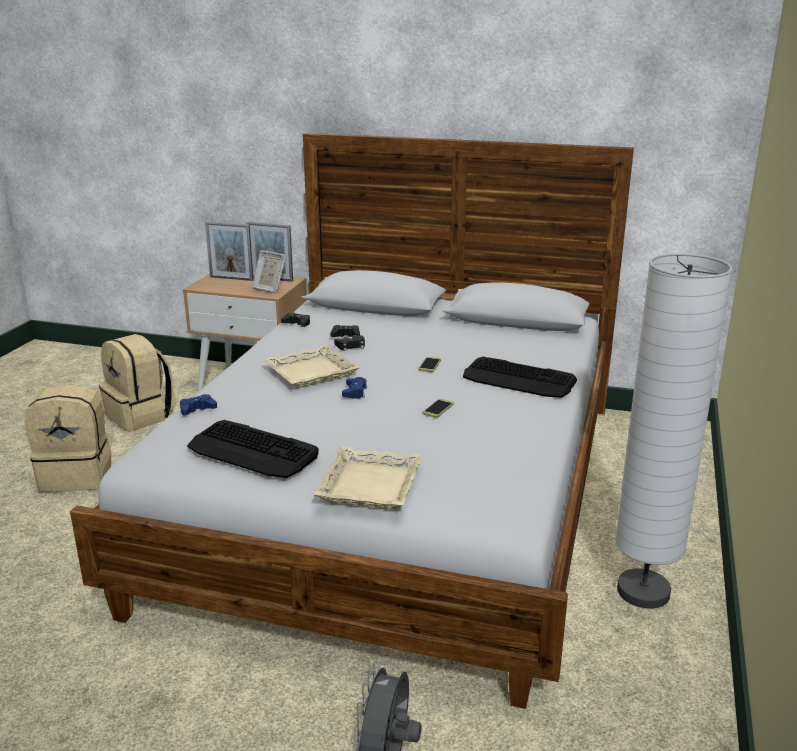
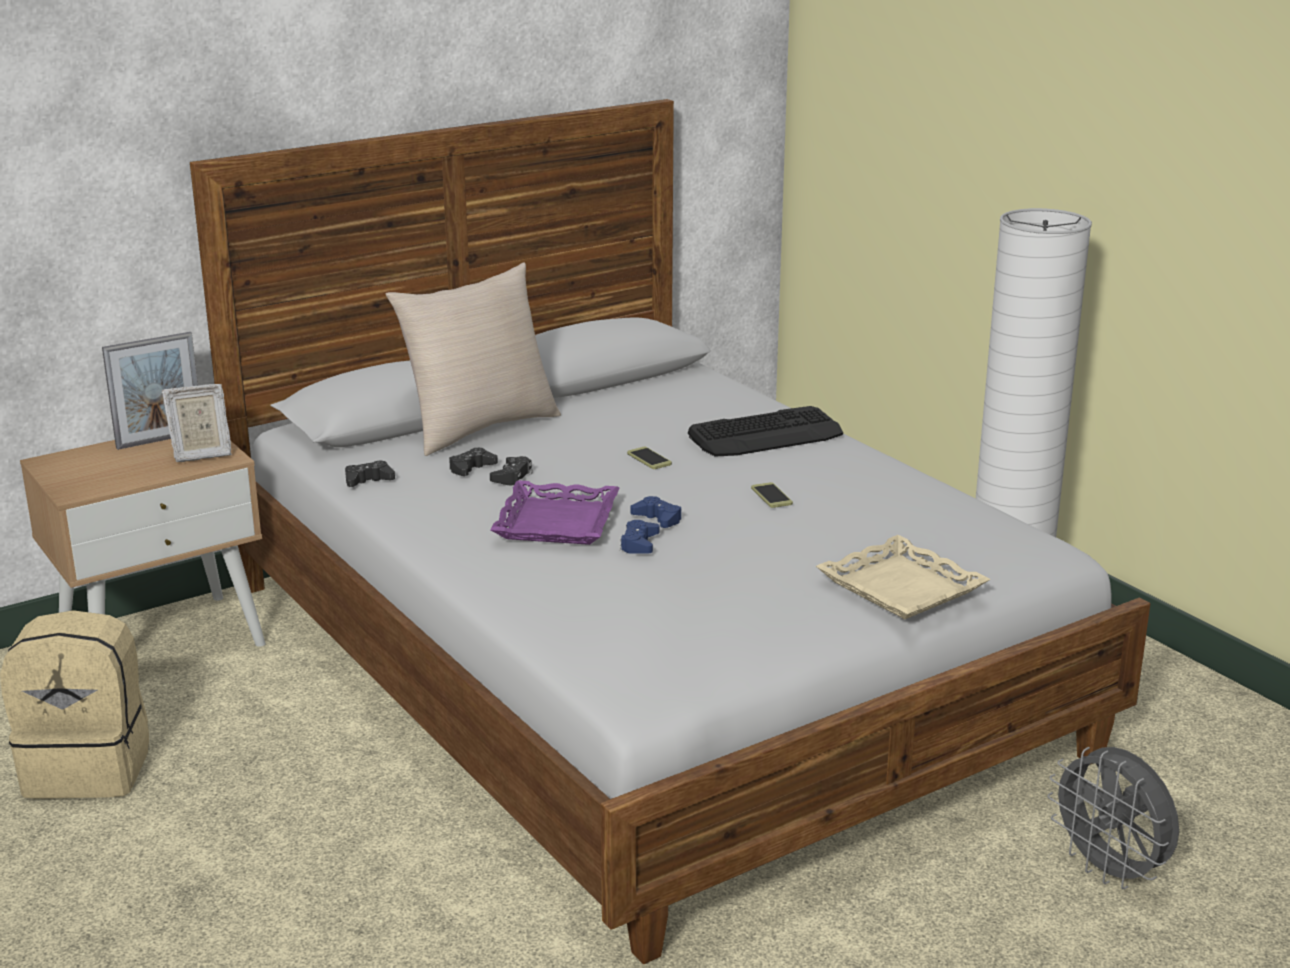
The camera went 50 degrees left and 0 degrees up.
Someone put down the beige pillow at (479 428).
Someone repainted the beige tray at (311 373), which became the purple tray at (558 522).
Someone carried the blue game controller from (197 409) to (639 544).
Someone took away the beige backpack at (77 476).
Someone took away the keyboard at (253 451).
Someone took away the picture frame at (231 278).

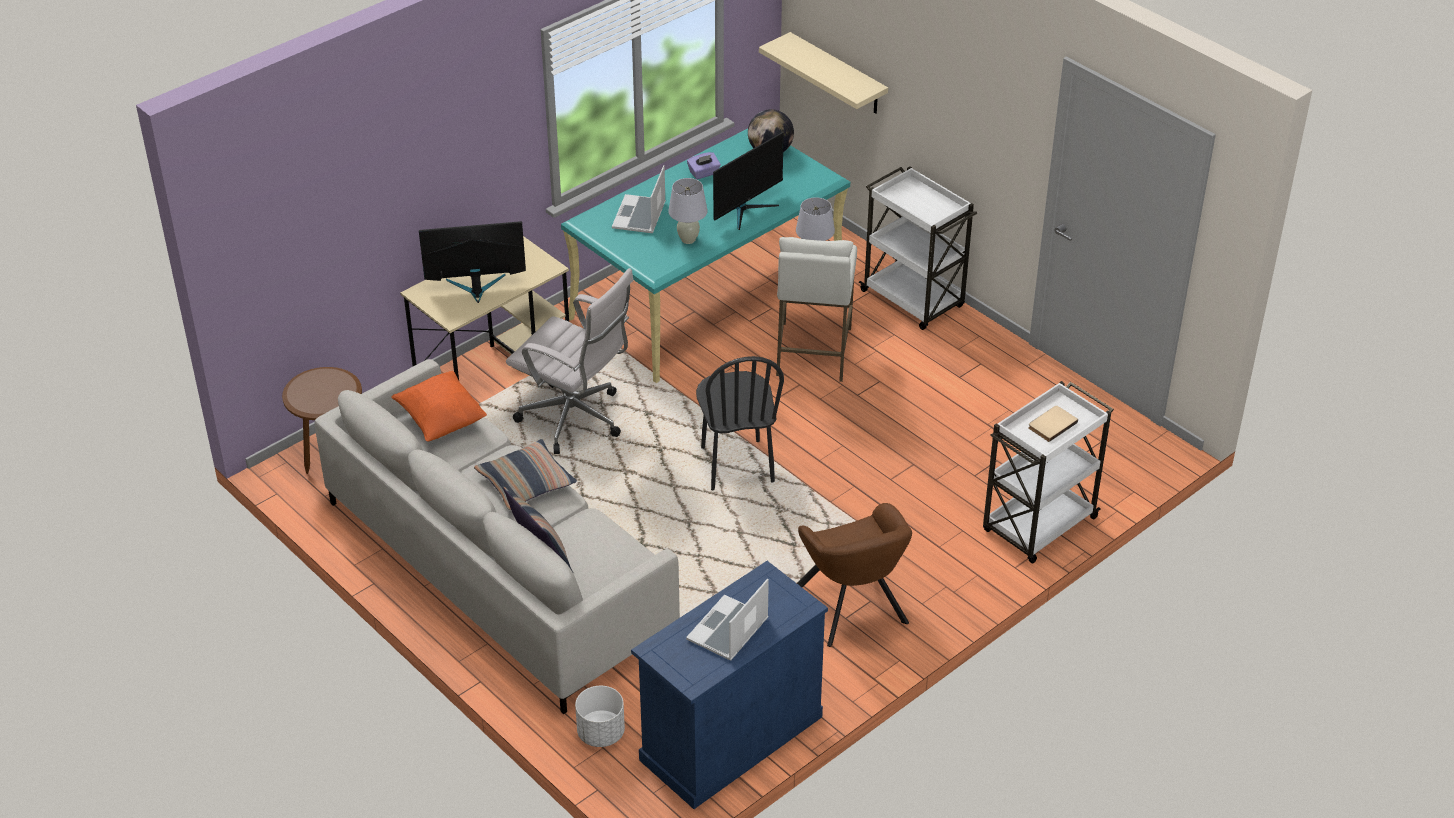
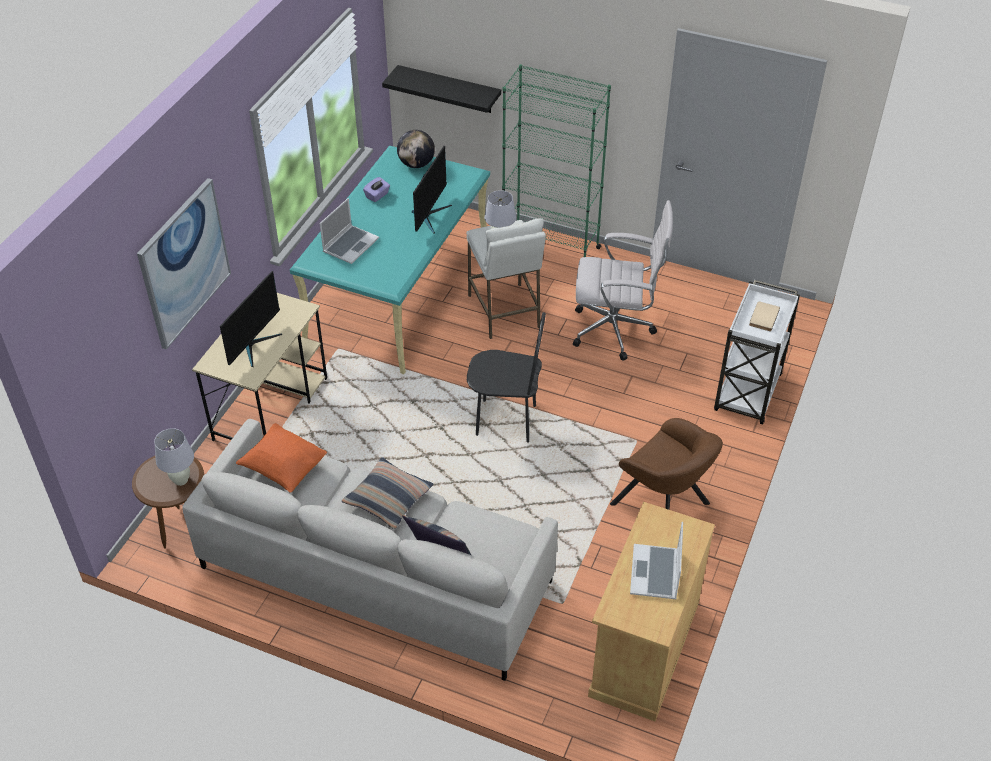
The camera went 25 degrees left and 5 degrees up.
Someone put up the picture at (184 263).
Someone carried the white table lamp from (688 240) to (181 480).
Someone rotated the monitor at (476 287) by 150 degrees clockwise.
Someone rotated the laptop at (640 216) by 135 degrees counterclockwise.
Someone repainted the beige shelf at (837 74), which became the black shelf at (449 89).
Someone rotated the black chair at (736 465) by 45 degrees counterclockwise.
Someone swapped the white cart at (913 300) for the green bookcase at (550 248).
Someone carried the white office chair from (576 420) to (616 331).
Someone repainted the blue cabinet at (730 738), which became the beige cabinet at (644 648).
Someone took away the white planter at (600 733).

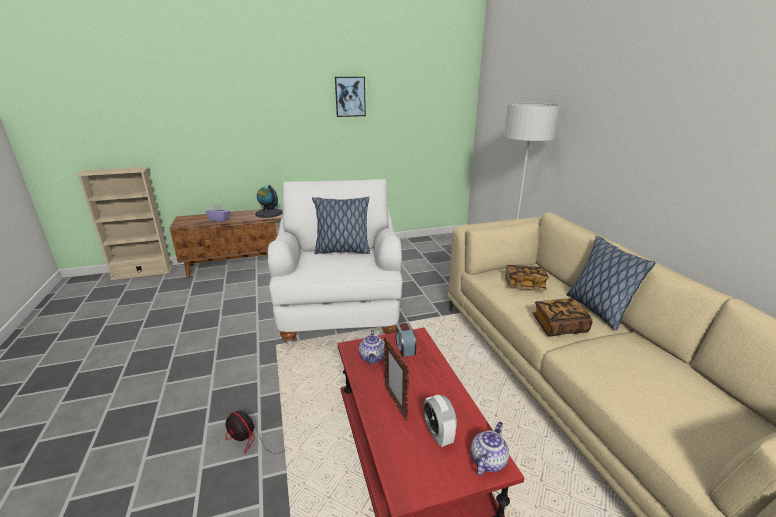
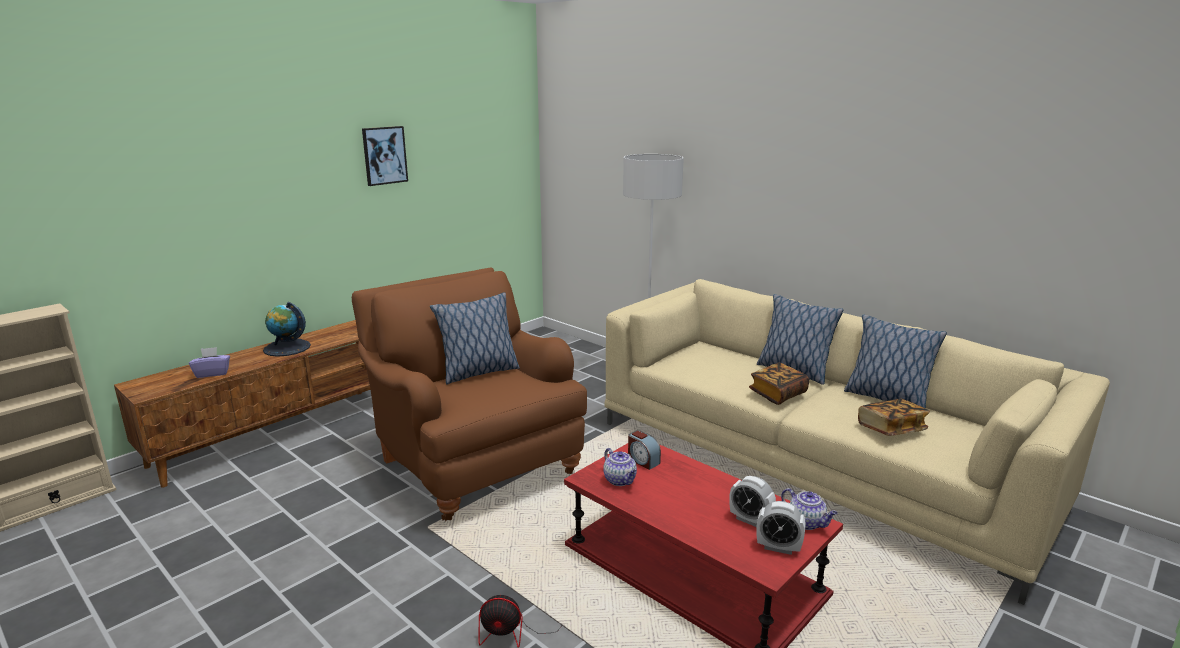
The camera went 30 degrees left and 5 degrees down.
Someone repainted the white armchair at (340 311), which became the brown armchair at (474 462).
Someone put down the alarm clock at (778 547).
Someone rotated the teapot at (488 460) by 135 degrees clockwise.
Someone put down the pillow at (886 399).
Someone carried the book from (524 285) to (891 429).
Someone took away the picture frame at (395 403).

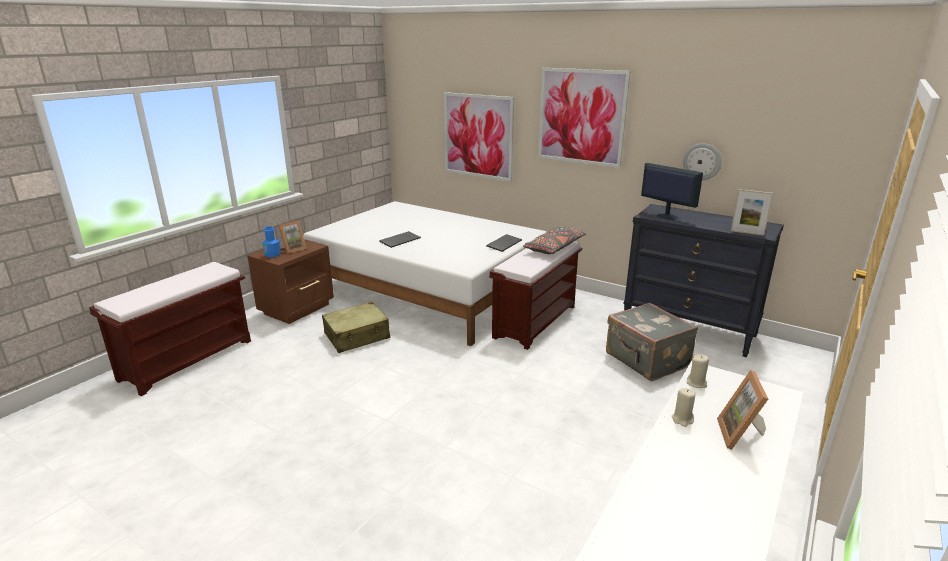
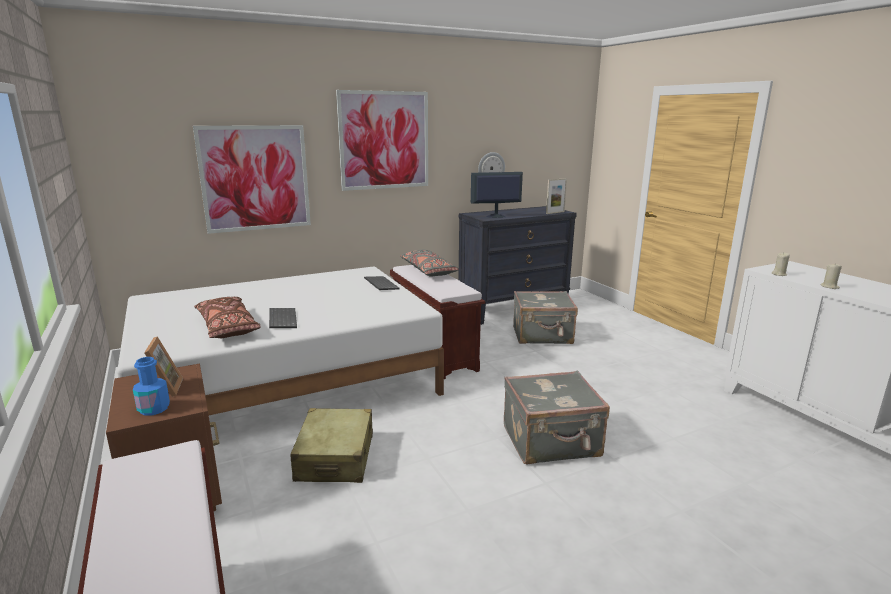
The camera went 60 degrees left and 5 degrees down.
Someone put down the brown pillow at (227 327).
Someone put down the grey suitcase at (552 442).
Someone took away the picture frame at (742 436).

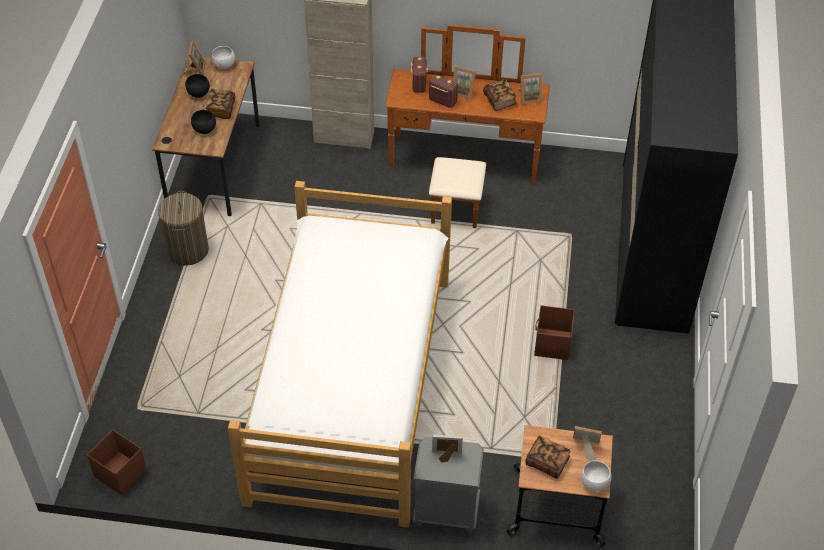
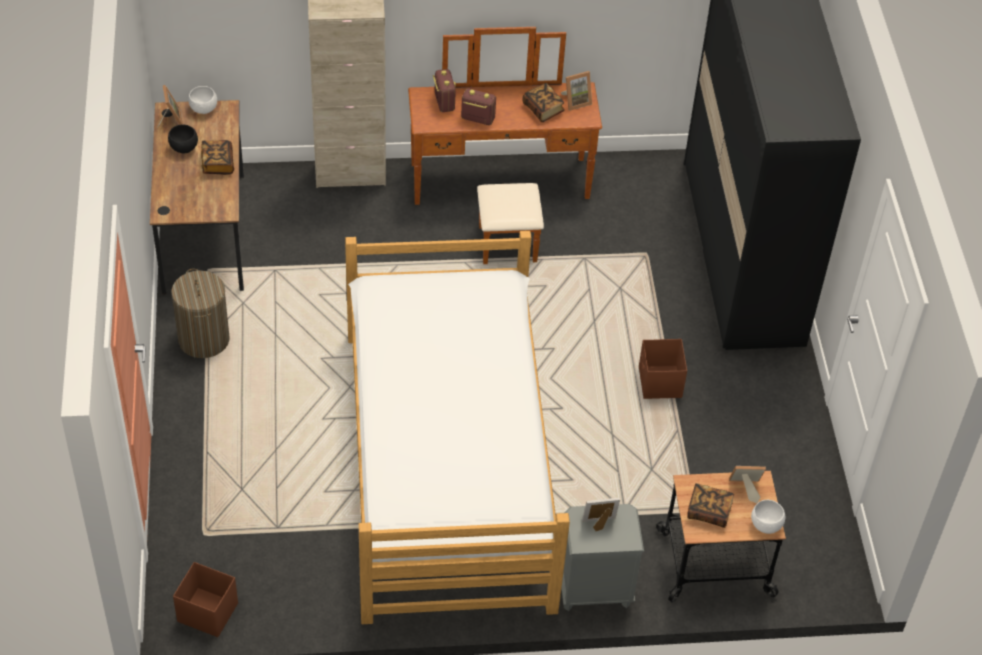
The camera went 15 degrees left and 0 degrees up.
Someone took away the black bowl at (204 130).
Someone took away the picture frame at (463 92).

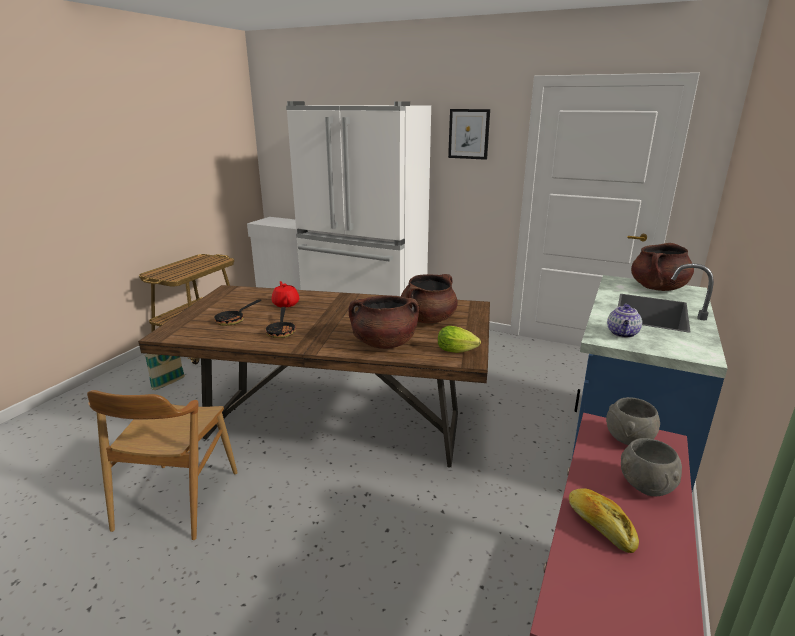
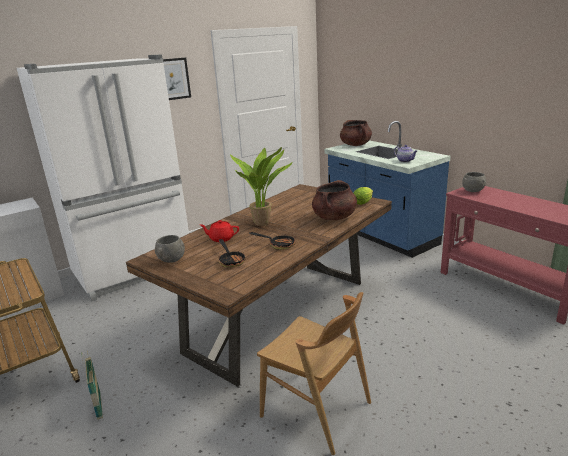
The camera went 60 degrees left and 0 degrees up.
Someone carried the grey bowl from (644 487) to (171 261).
Someone put down the potted plant at (264 223).
Someone took away the brown cooking pot at (428 319).
Someone took away the bread at (600 526).

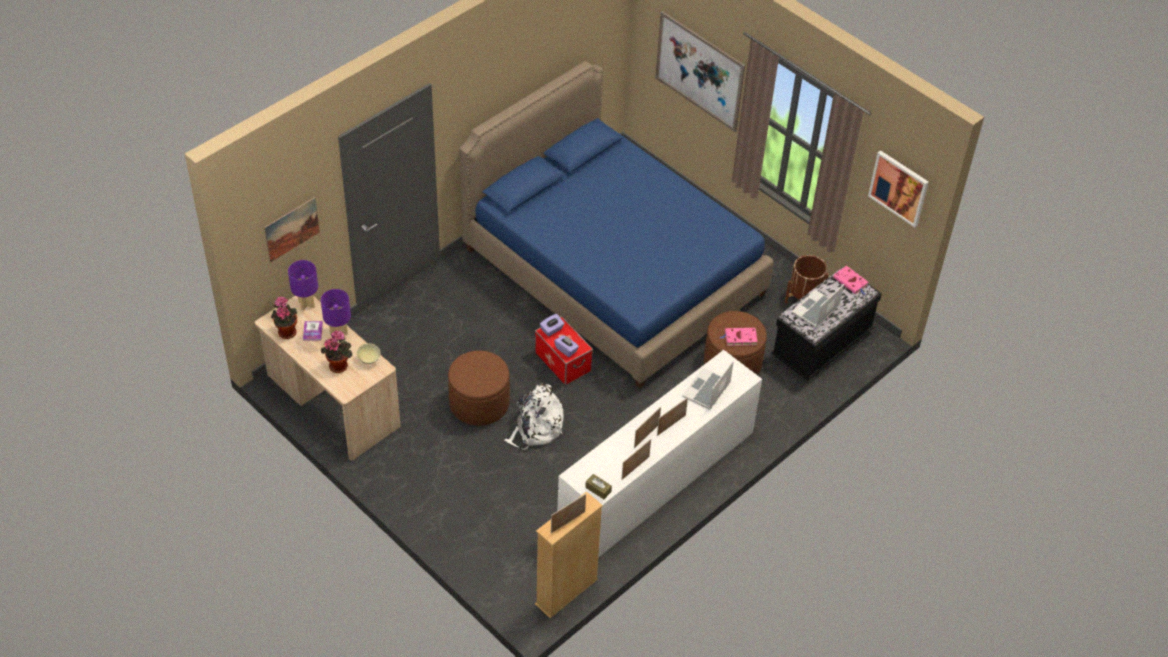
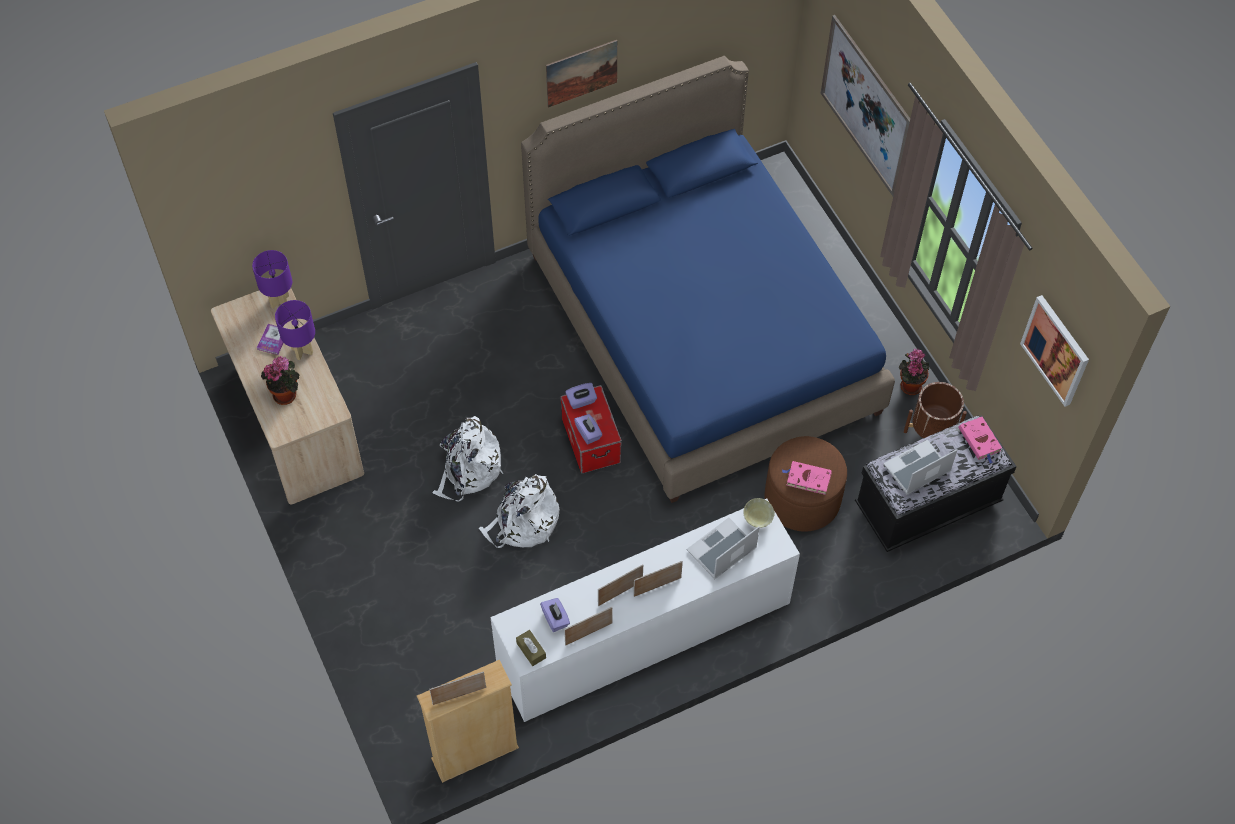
The camera went 20 degrees right and 10 degrees up.
Someone swapped the brown ottoman at (479 403) for the white backpack at (468 470).
Someone put down the purple tissue box at (555 619).
Someone carried the picture from (292 229) to (581 73).
Someone carried the beige bowl from (368 360) to (757 519).
Someone carried the potted plant from (286 331) to (910 384).

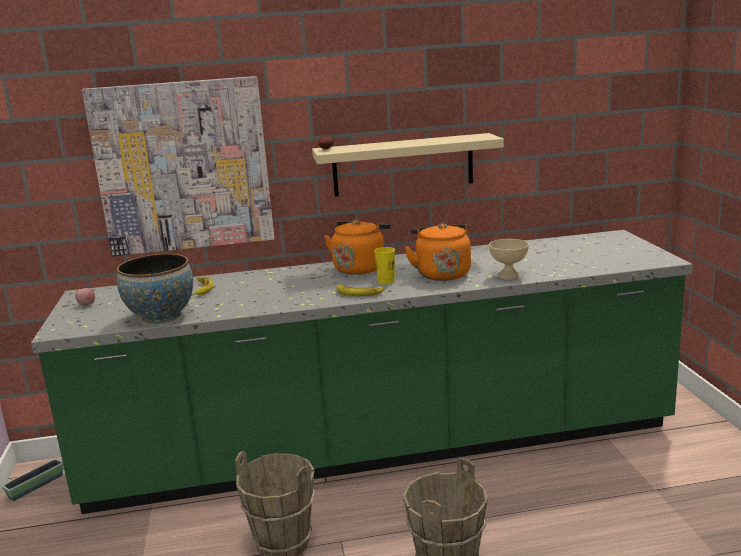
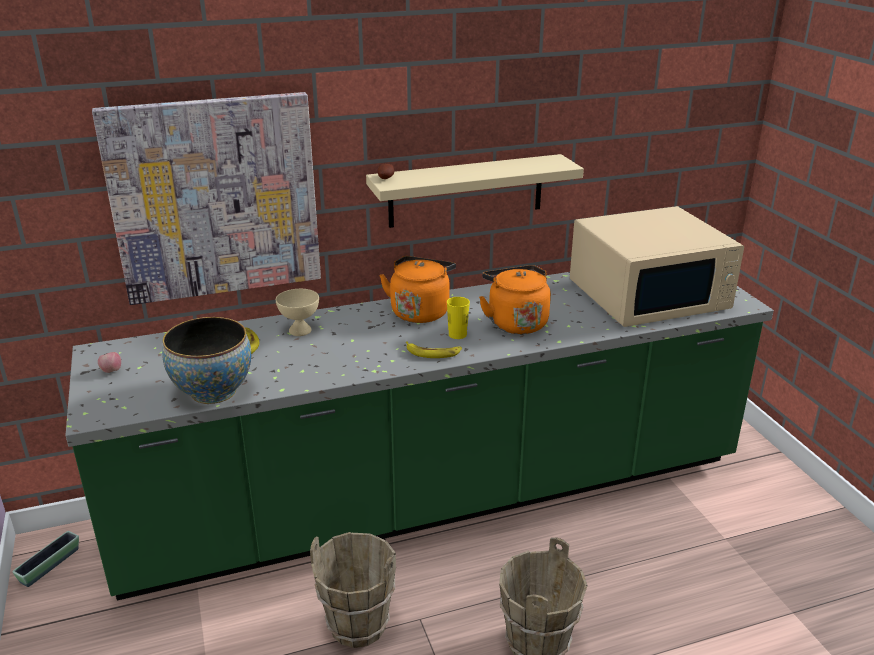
The camera went 10 degrees left and 10 degrees up.
Someone carried the beige bowl from (508 276) to (299 330).
Someone put down the beige microwave at (649 295).

